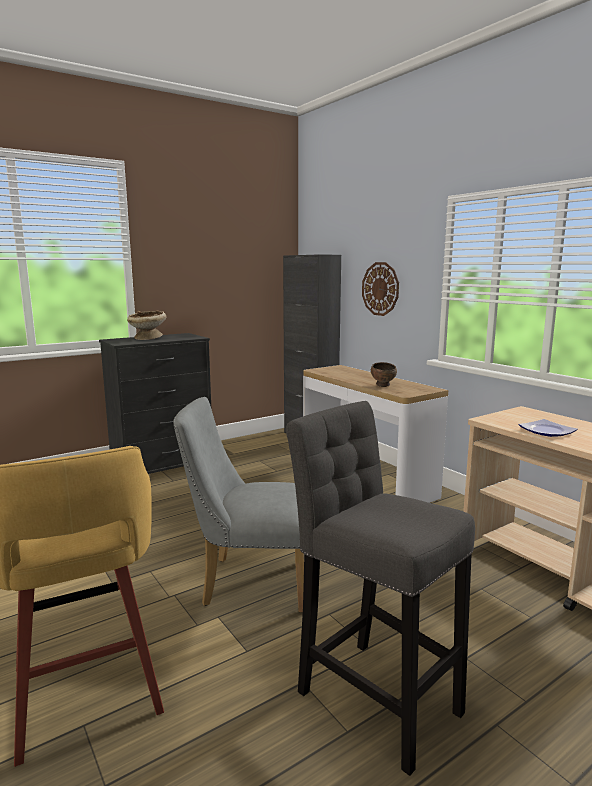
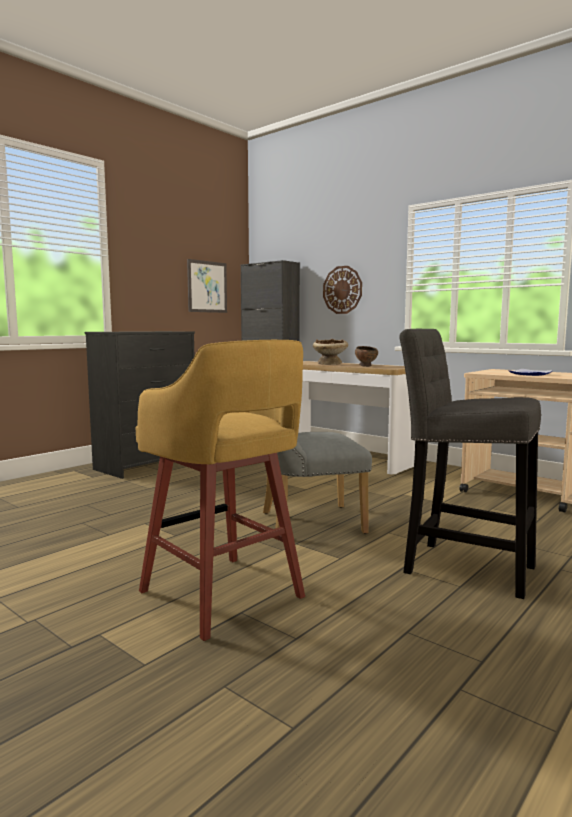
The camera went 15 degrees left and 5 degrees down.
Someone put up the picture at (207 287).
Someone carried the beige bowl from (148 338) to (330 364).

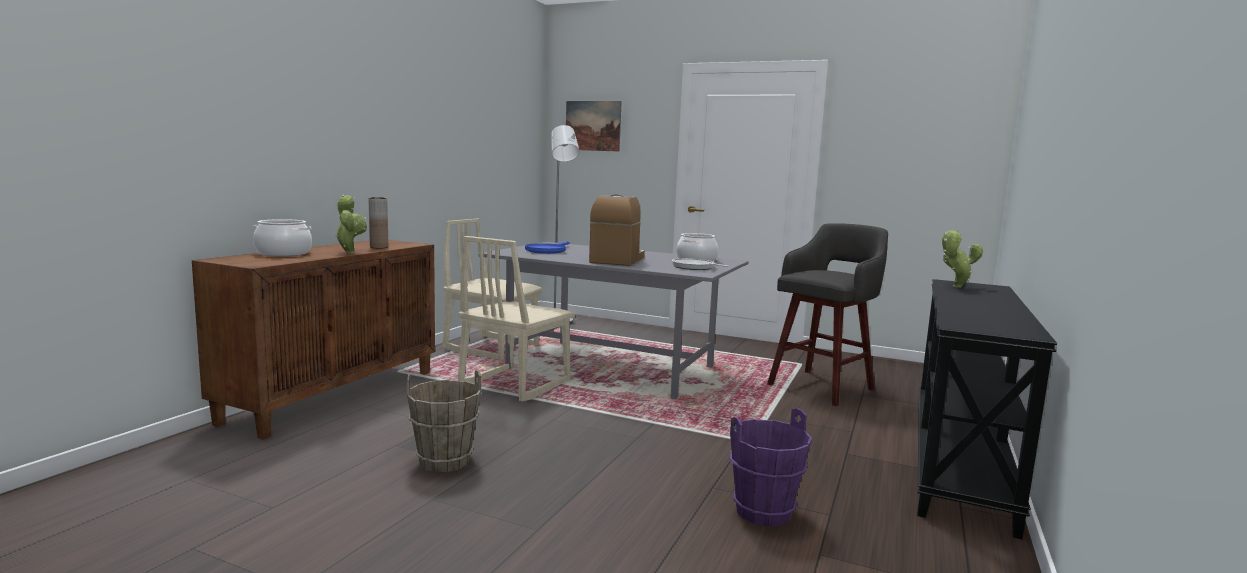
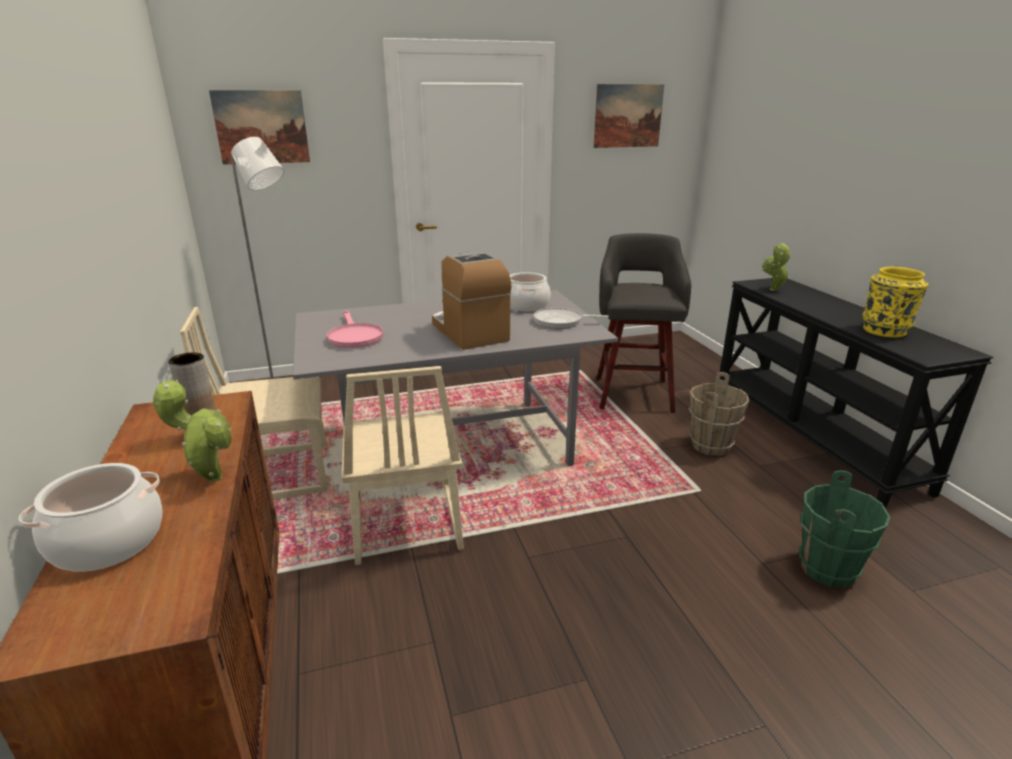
The camera went 40 degrees left and 15 degrees up.
Someone repainted the blue frying pan at (548 250), which became the pink frying pan at (354 336).
Someone put up the picture at (628 116).
Someone carried the brown bucket from (445 461) to (711 446).
Someone repainted the purple bucket at (764 512), which became the green bucket at (828 569).
Someone put down the yellow vase at (884 330).

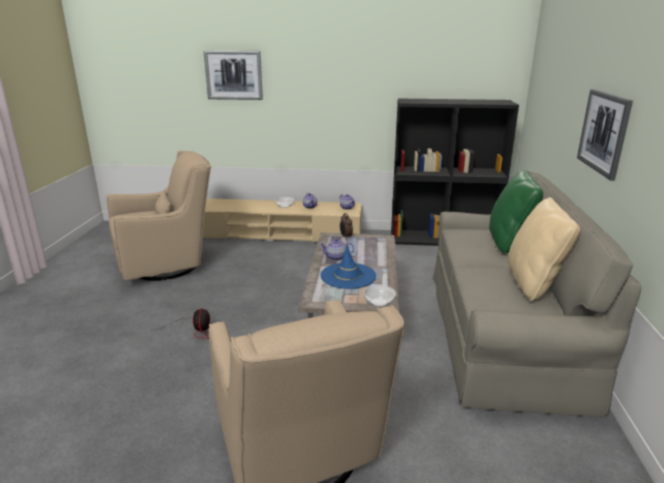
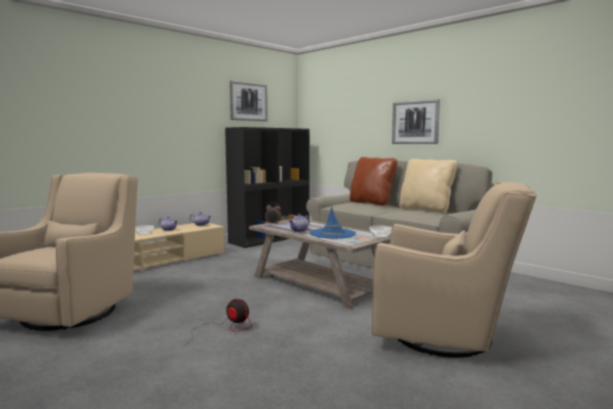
The camera went 50 degrees left and 15 degrees down.
Someone carried the picture from (233 75) to (248 101).
Someone repainted the green pillow at (509 242), which became the brown pillow at (372 203).

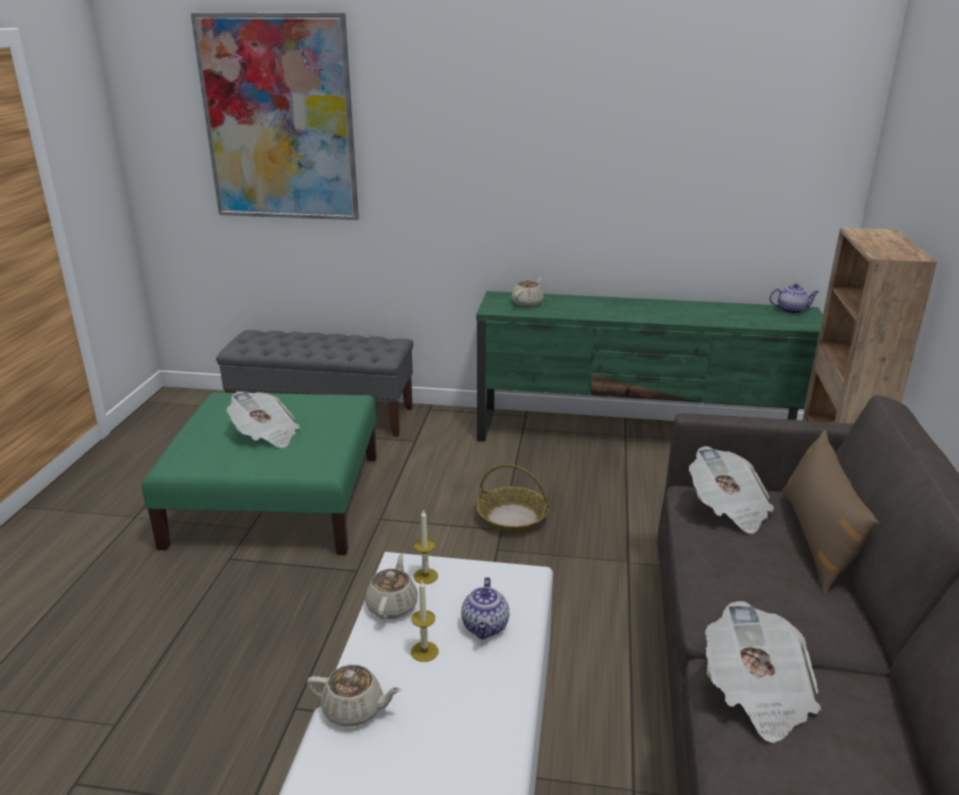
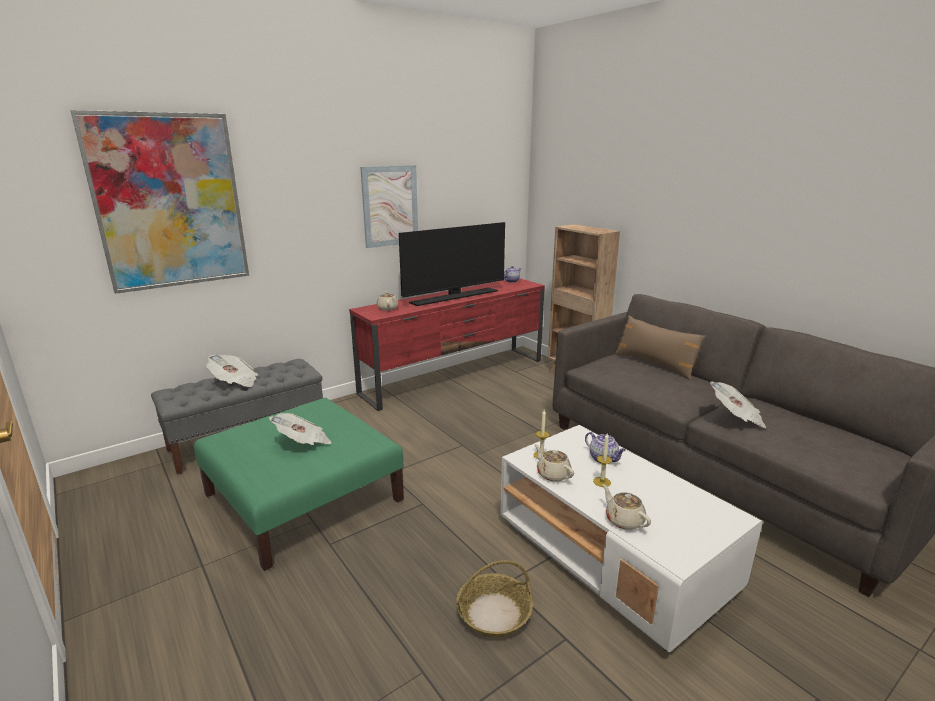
The camera went 45 degrees left and 5 degrees down.
Someone carried the newspaper from (728 508) to (235 382).
Someone repainted the green tv stand at (638 436), which became the red tv stand at (456 376).
Someone put up the picture at (390 206).
Someone put down the television at (454 297).
Someone carried the basket from (512 518) to (493 614).
Someone rotated the beige teapot at (354 709) by 90 degrees counterclockwise.

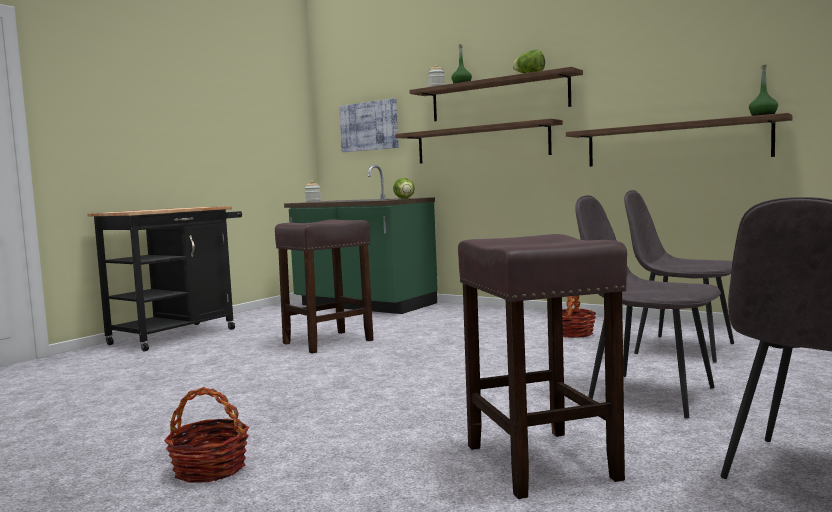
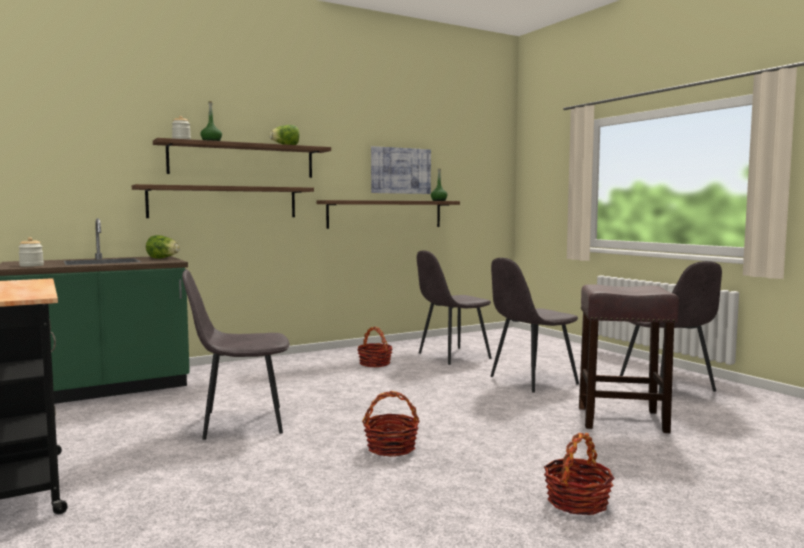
The camera went 65 degrees left and 0 degrees up.
Someone swapped the brown stool at (329 341) for the grey chair at (240 423).
Someone put down the basket at (391 448).
Someone carried the picture from (369 126) to (400 170).

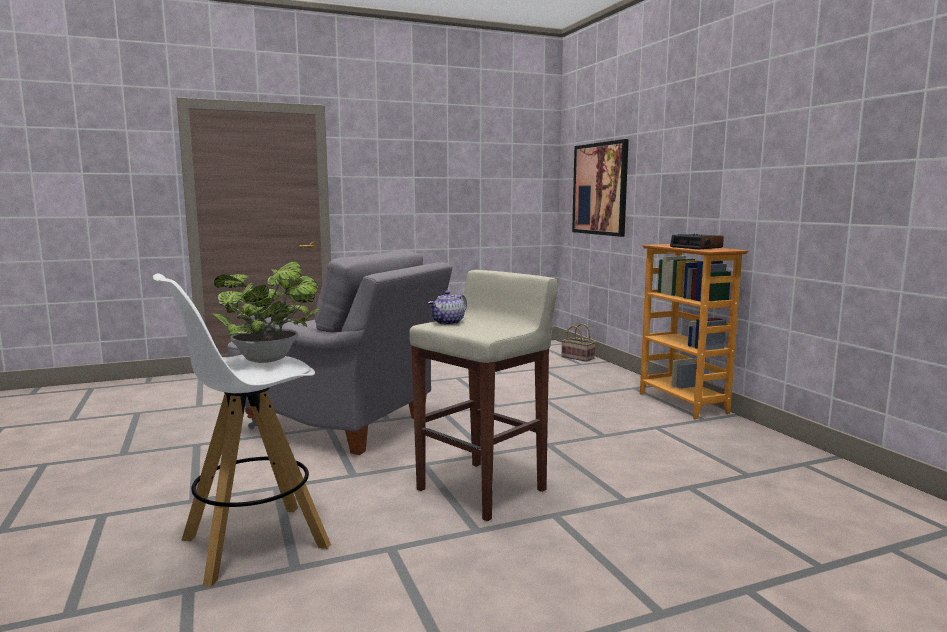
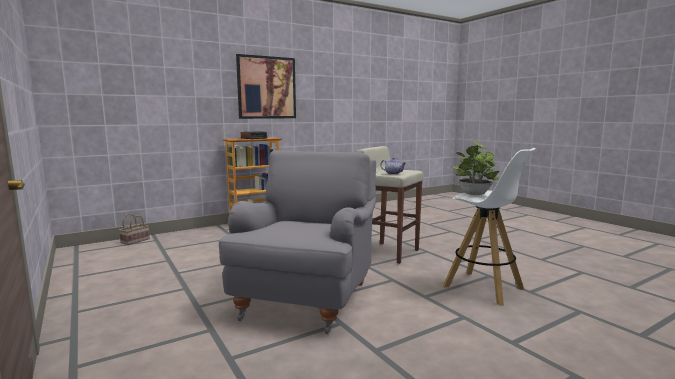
The camera went 100 degrees left and 0 degrees up.
Someone carried the picture from (600 189) to (266 87).

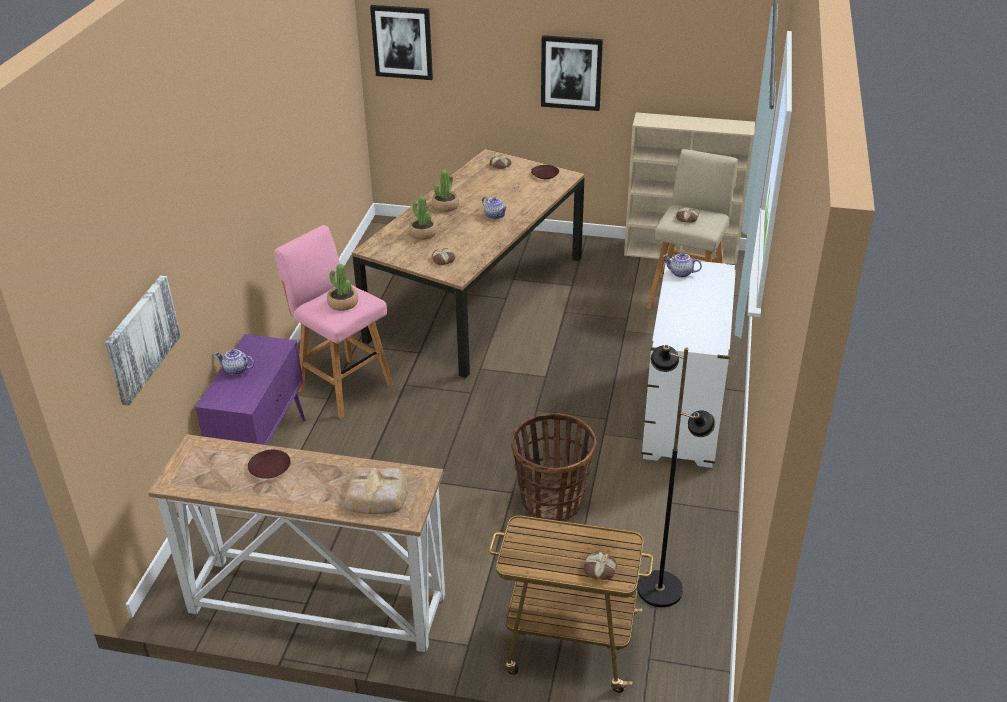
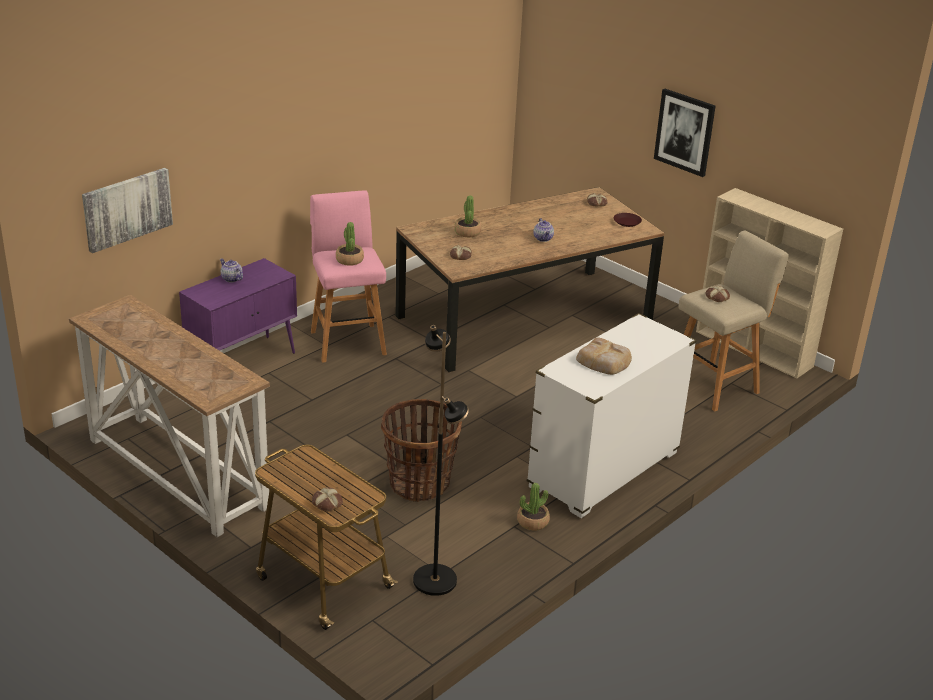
The camera went 30 degrees right and 5 degrees down.
Someone carried the potted plant from (445 206) to (533 521).
Someone carried the bread from (377 495) to (604 361).
Someone took away the brown plate at (270 468).
Someone took away the picture at (402 42).
Someone took away the teapot at (680 273).

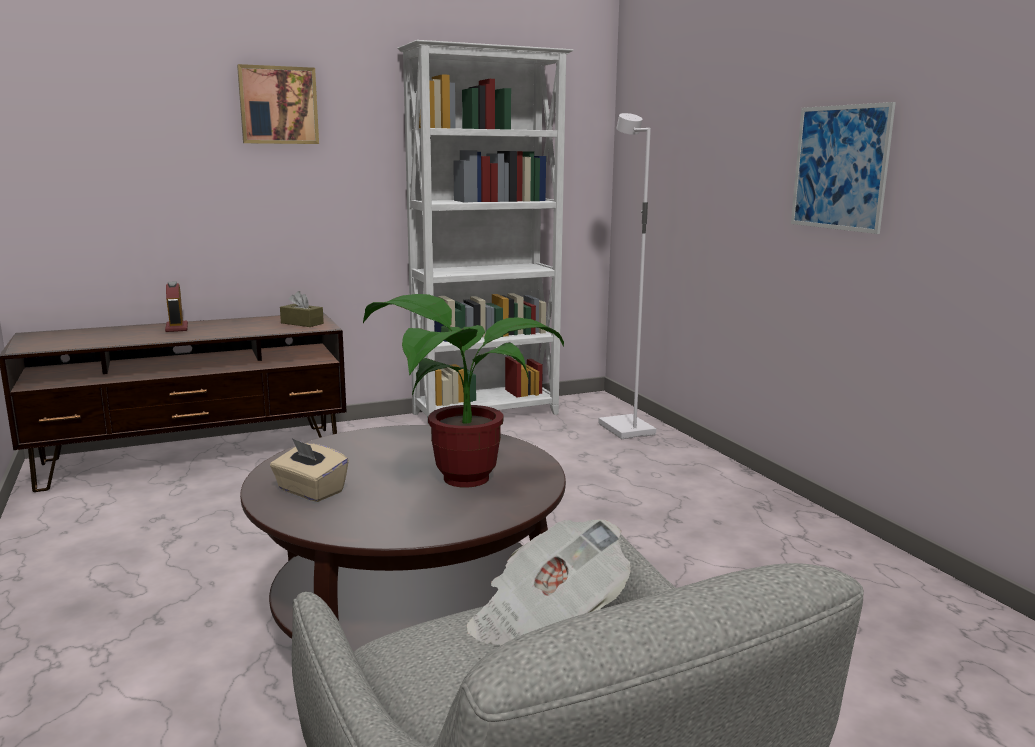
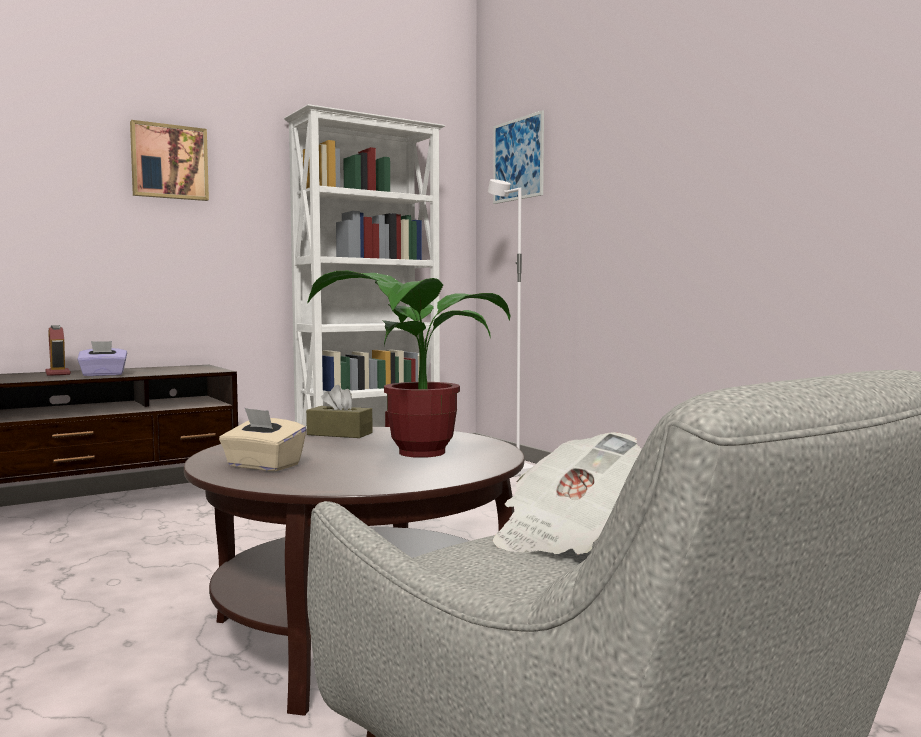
The camera went 10 degrees left and 10 degrees down.
Someone put down the purple tissue box at (103 375).
Someone carried the brown tissue box from (302 323) to (339 434).
Someone carried the picture from (840 168) to (518 159).

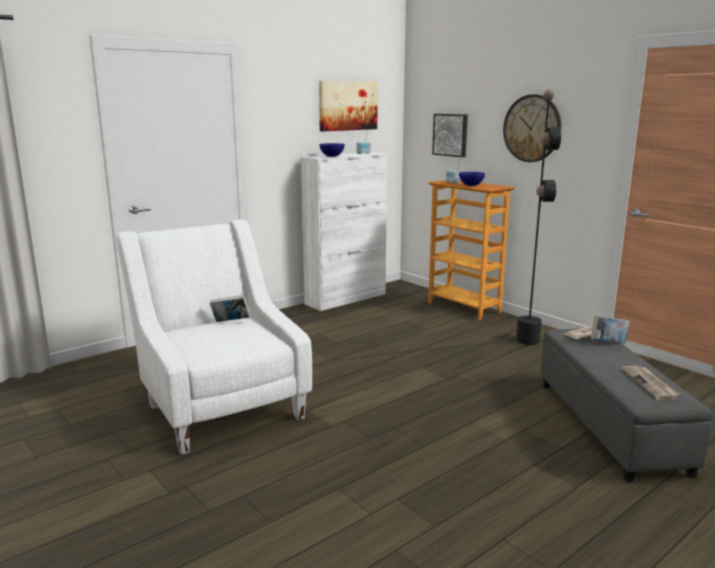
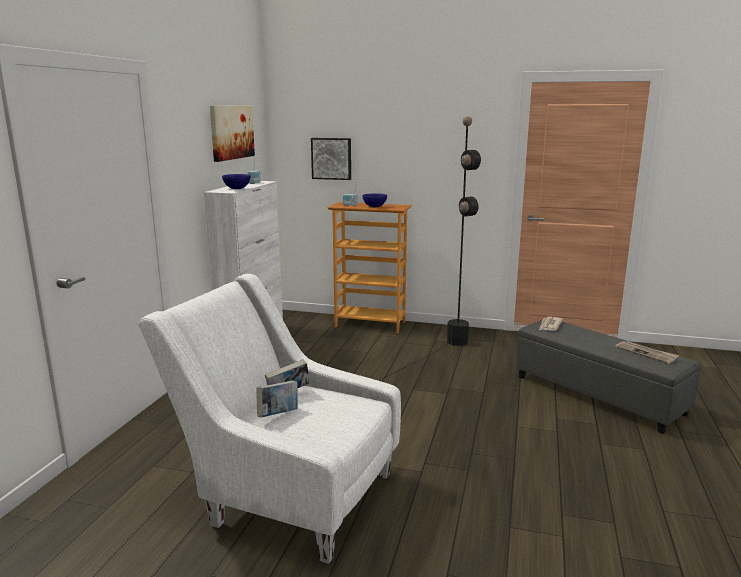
The camera went 35 degrees left and 0 degrees up.
Someone carried the book from (608 343) to (278 415).
Someone took away the wall clock at (532 128).

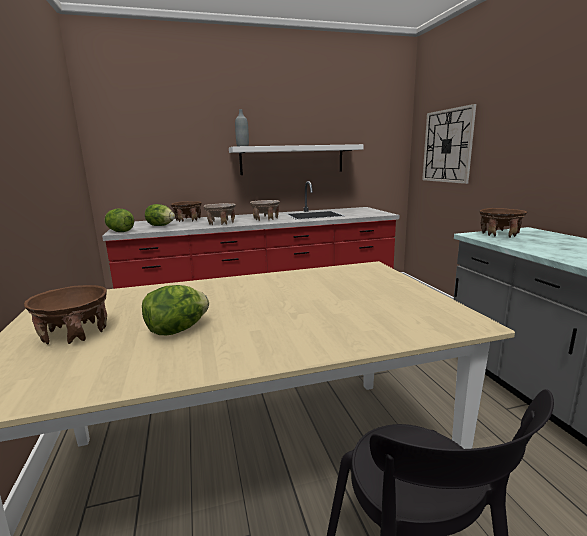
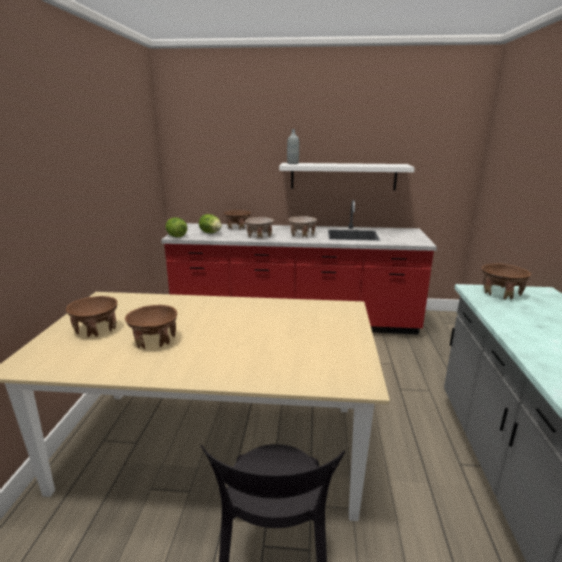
The camera went 20 degrees right and 5 degrees up.
Someone swapped the lettuce at (177 330) for the brown bowl at (154 340).
Someone took away the wall clock at (447 146).

